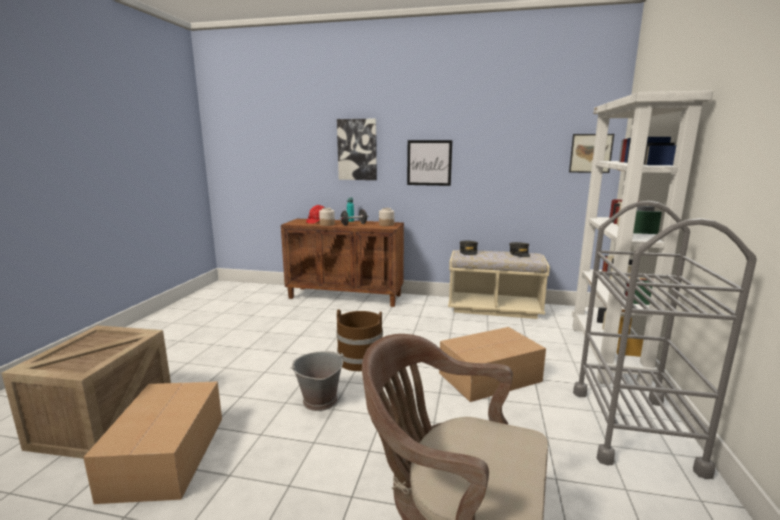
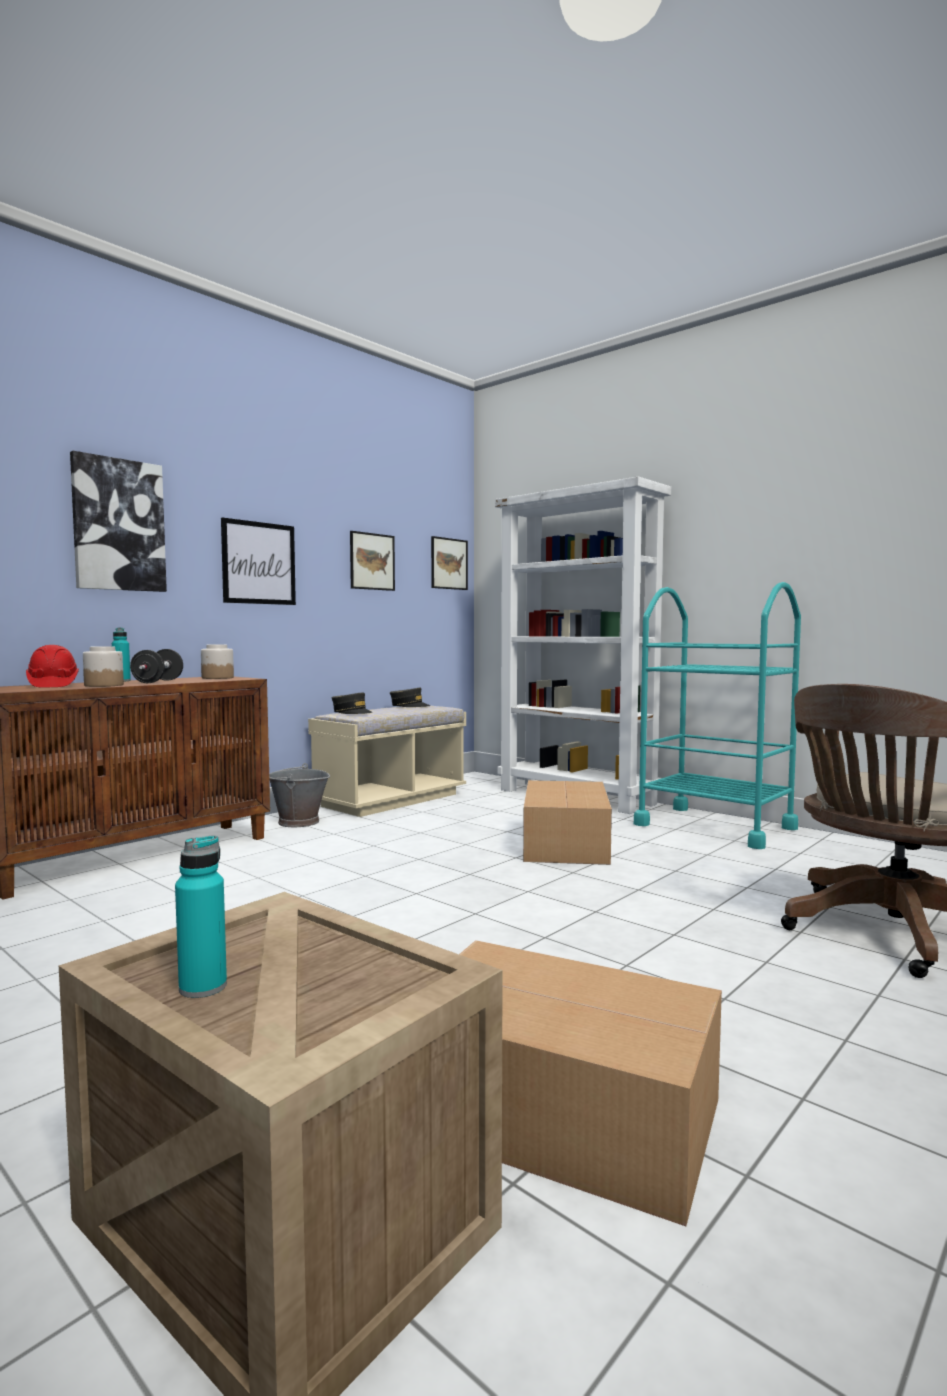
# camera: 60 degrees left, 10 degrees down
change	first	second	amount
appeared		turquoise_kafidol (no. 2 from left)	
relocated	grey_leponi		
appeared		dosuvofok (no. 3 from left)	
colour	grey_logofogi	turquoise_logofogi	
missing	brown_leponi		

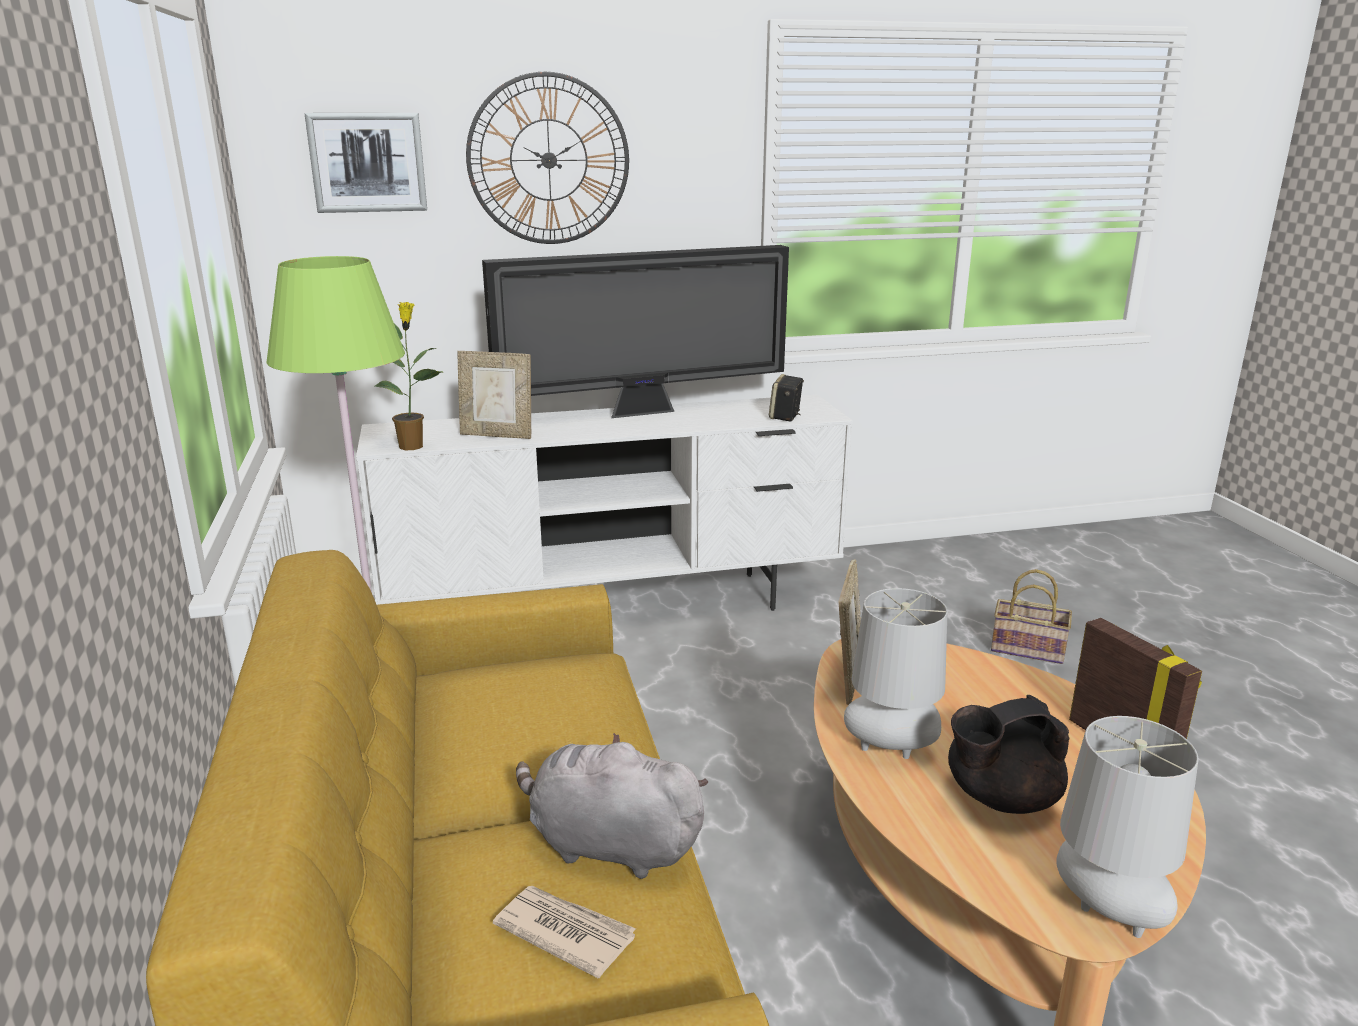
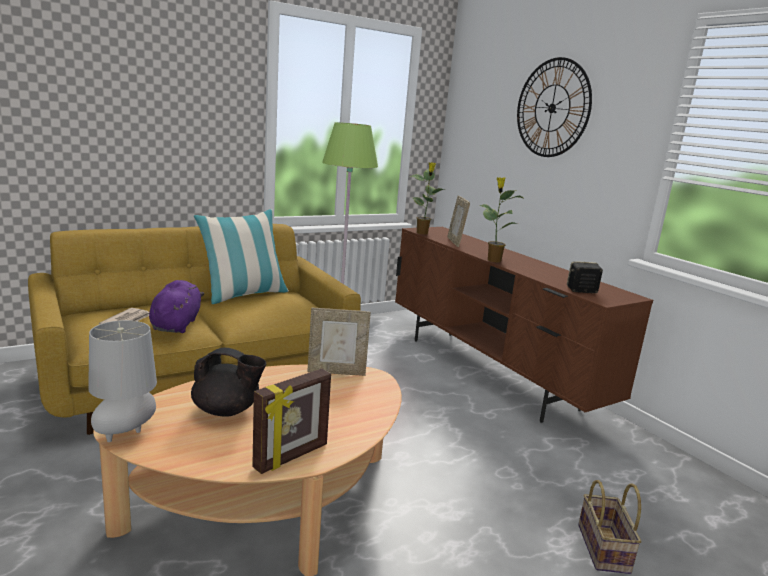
# camera: 70 degrees right, 5 degrees down
change	first	second	amount
colour	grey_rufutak	purple_rufutak	
spun	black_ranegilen		135 degrees clockwise
appeared		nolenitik	
colour	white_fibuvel	brown_fibuvel	
appeared		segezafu (no. 2 from left)	
missing	dosuvofok		
missing	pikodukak		
missing	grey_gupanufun (no. 1 from left)		

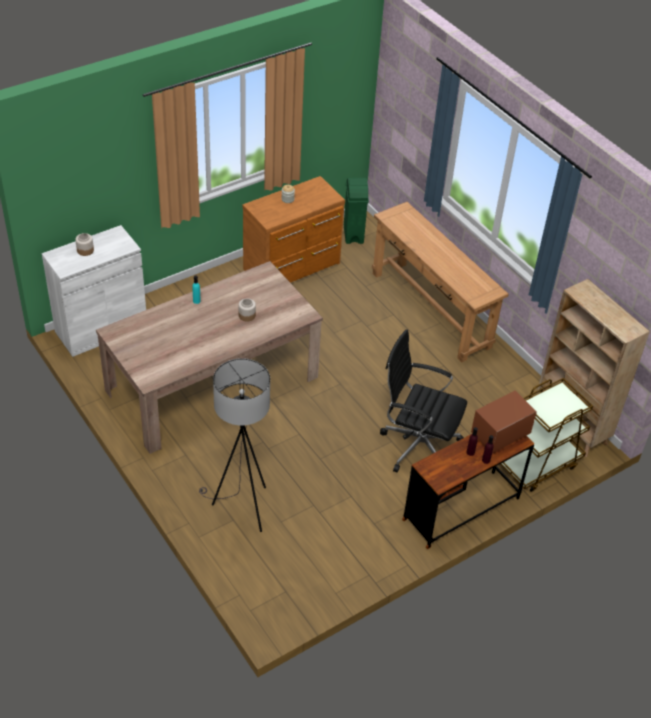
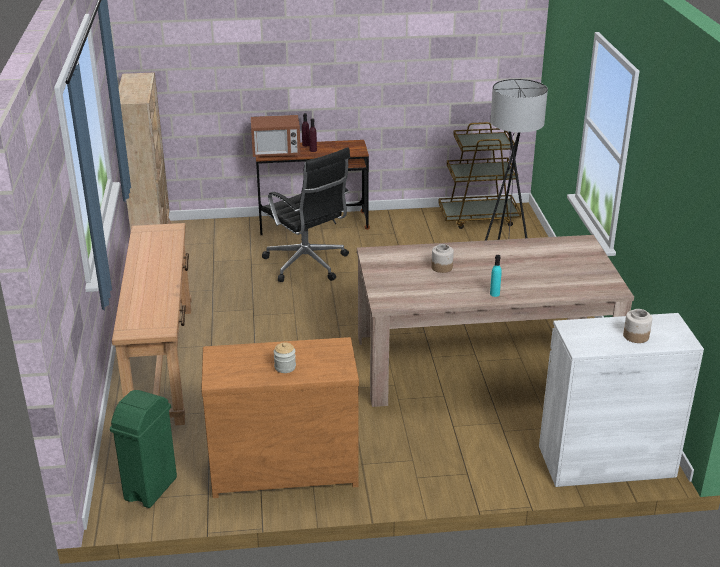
# camera: 150 degrees left, 15 degrees down
change	first	second	amount
relocated	brown_logofogi		

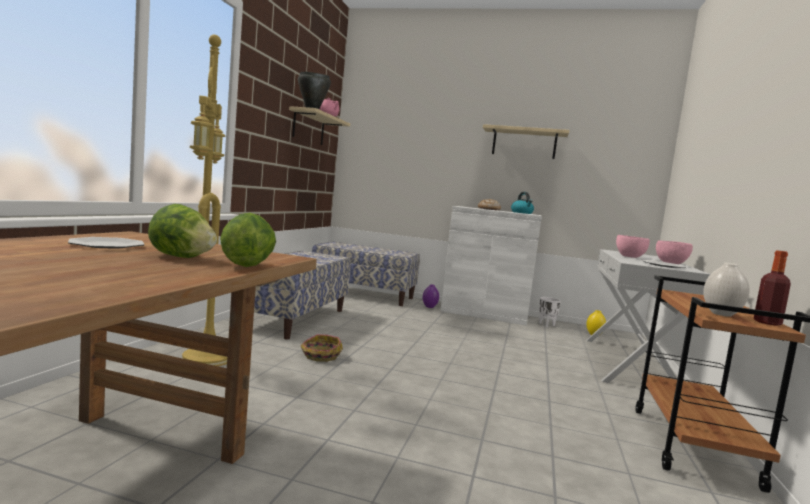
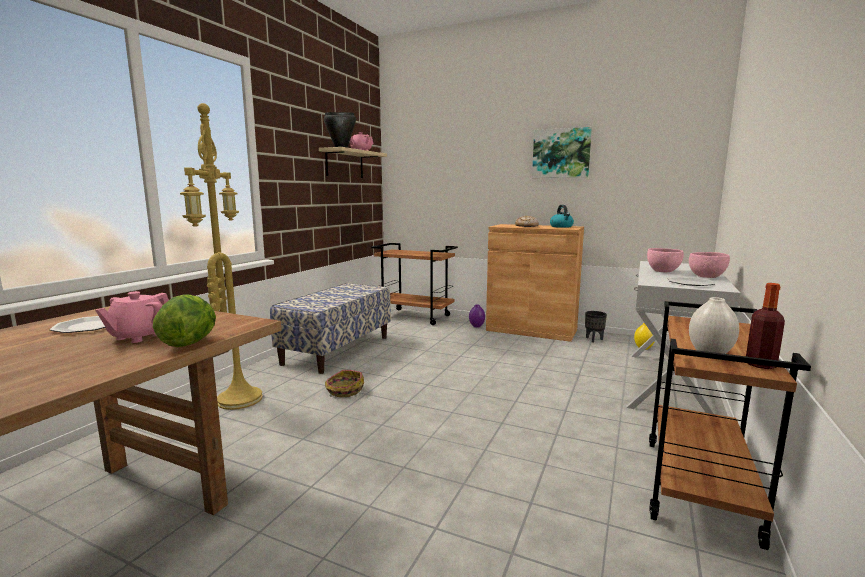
# camera: 10 degrees right, 5 degrees up
change	first	second	amount
exchanged	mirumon (no. 1 from left)	pink_ranegilen (no. 1 from left)	
exchanged	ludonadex (no. 2 from left)	brown_logofogi (no. 1 from left)	
colour	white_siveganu	brown_siveganu	
exchanged	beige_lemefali (no. 2 from left)	dosuvofok	
colour	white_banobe	black_banobe	

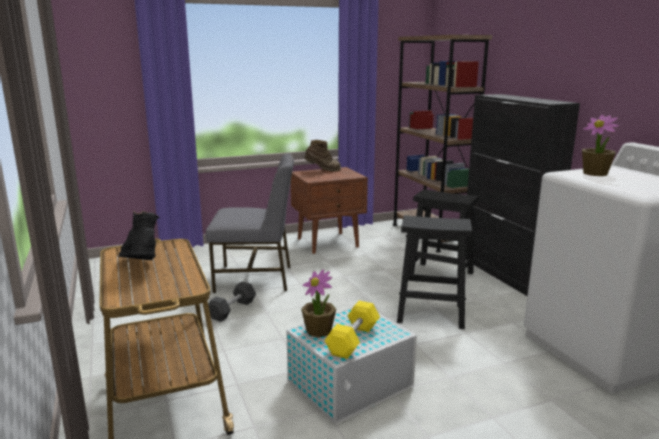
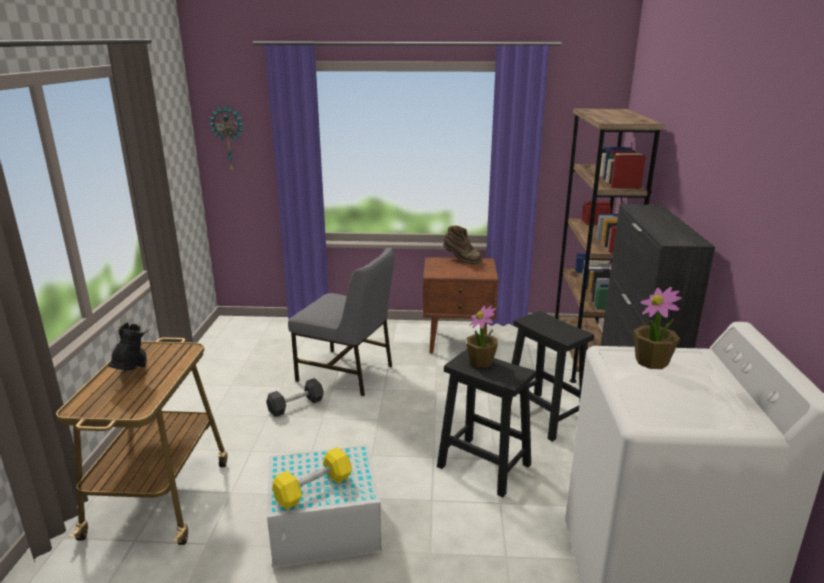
# camera: 25 degrees right, 5 degrees up
change	first	second	amount
appeared		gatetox	
relocated	segezafu (no. 1 from left)		

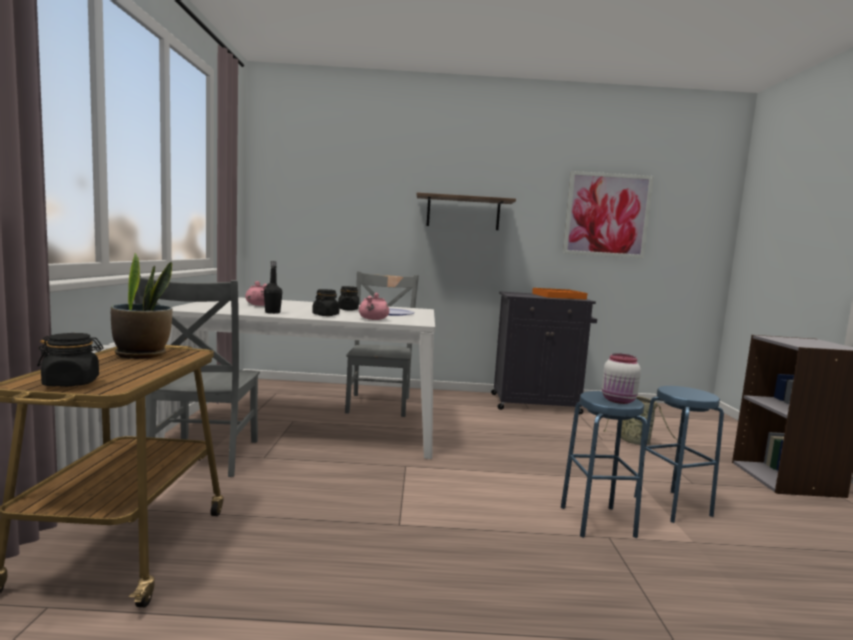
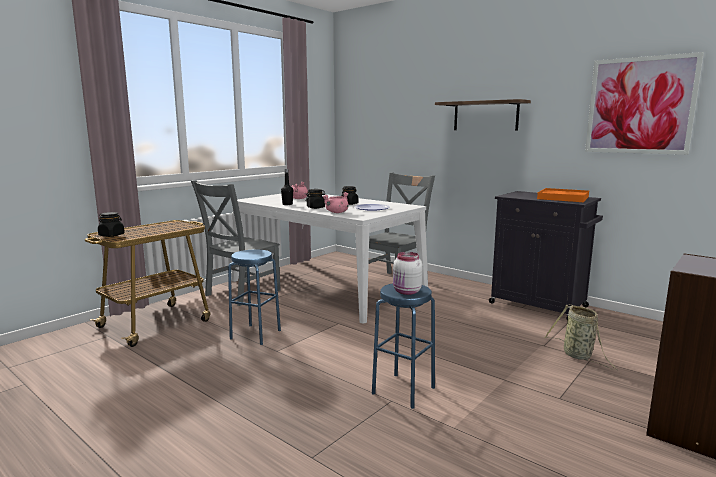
# camera: 40 degrees right, 5 degrees up
change	first	second	amount
relocated	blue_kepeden (no. 2 from left in the first image)	blue_kepeden (no. 1 from left)	
missing	segezafu		

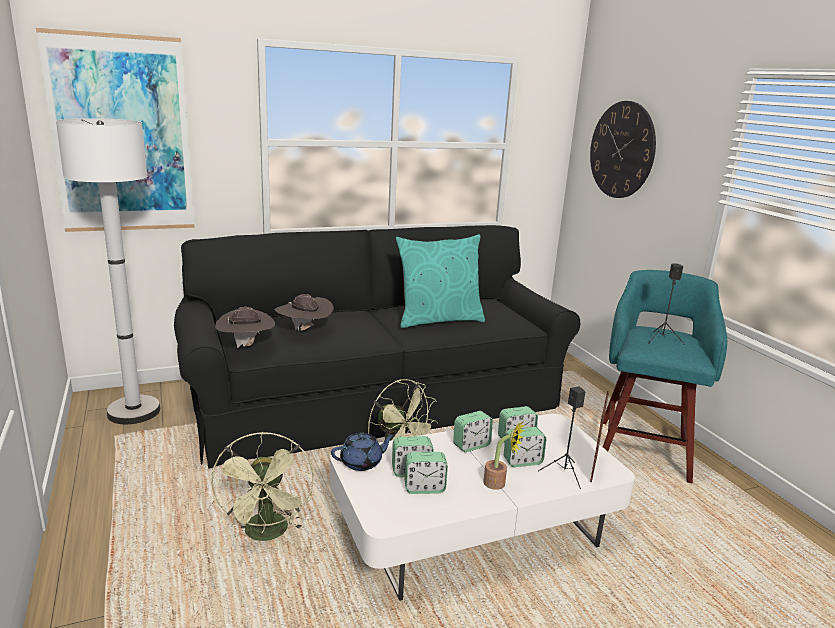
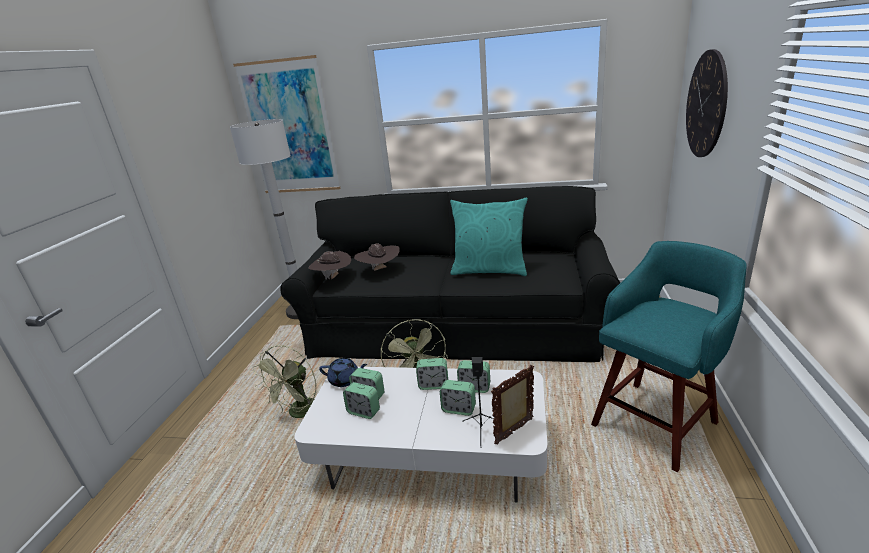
# camera: 35 degrees right, 5 degrees up
change	first	second	amount
missing	segezafu		
missing	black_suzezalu (no. 2 from left)		

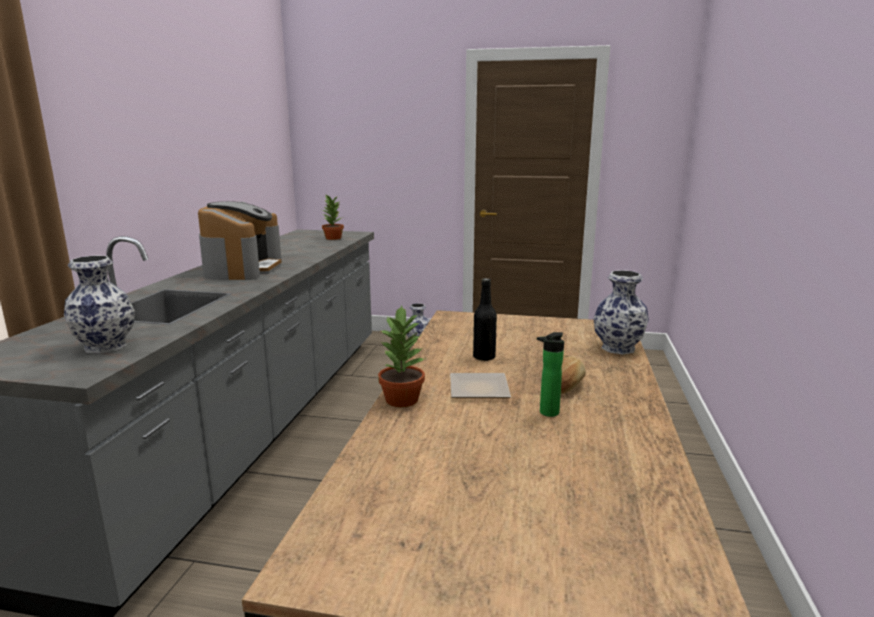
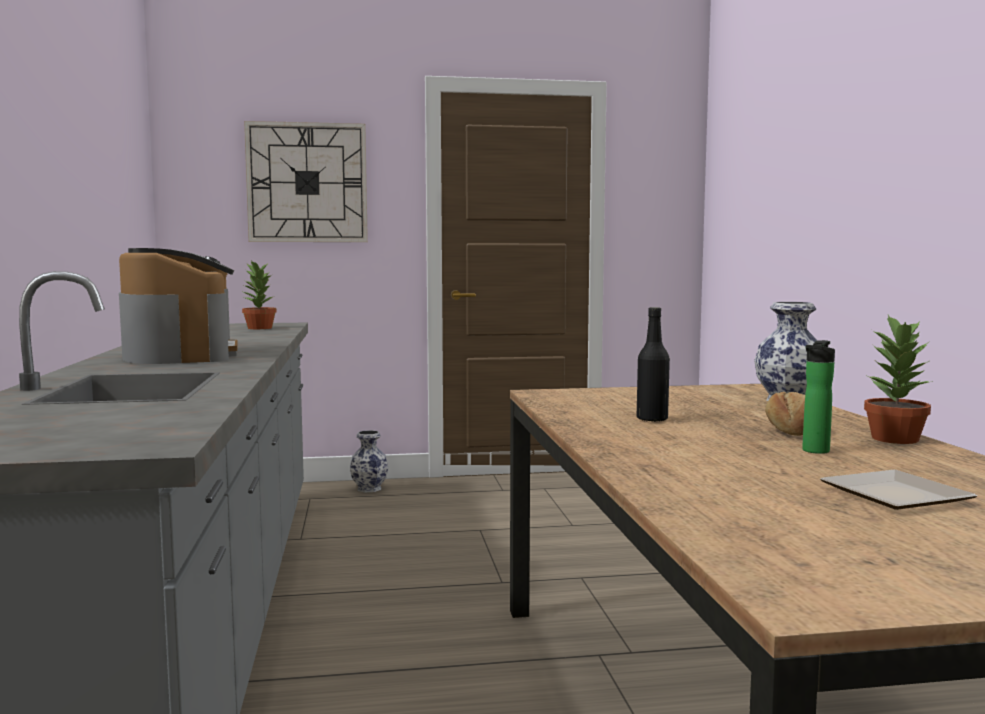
# camera: 20 degrees left, 10 degrees down
change	first	second	amount
appeared		gatetox	
relocated	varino		
relocated	segezafu (no. 2 from left)		
missing	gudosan (no. 1 from left)		

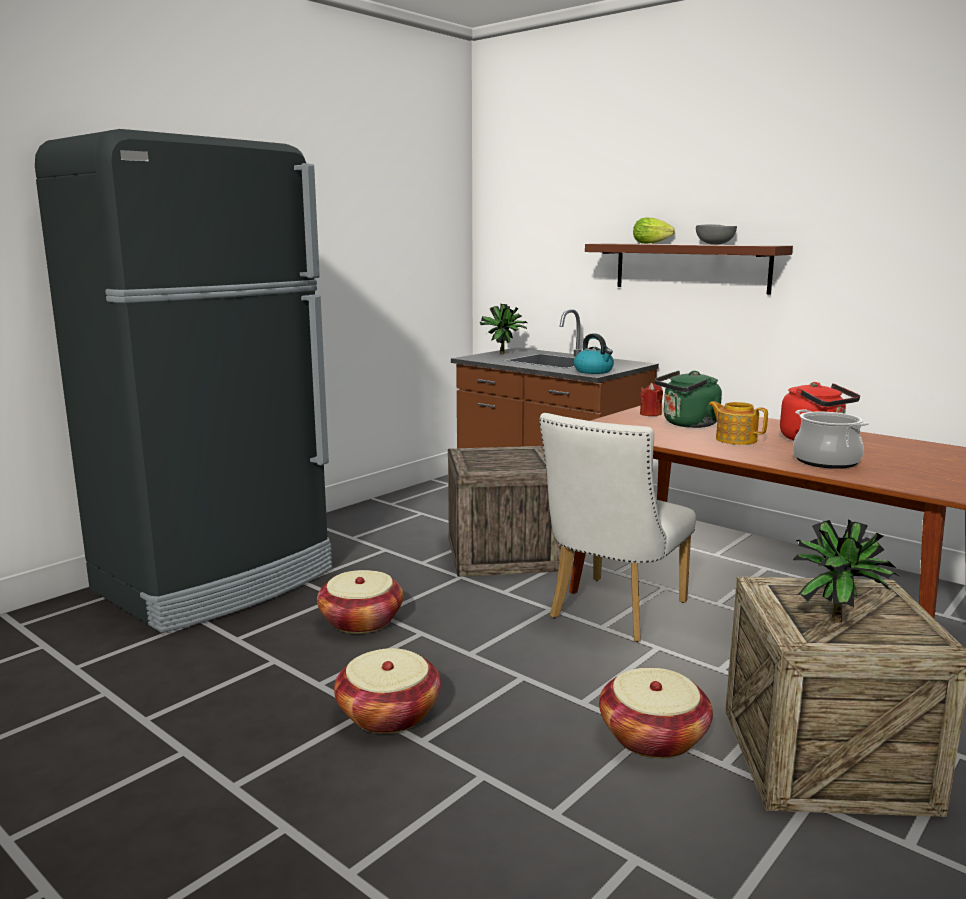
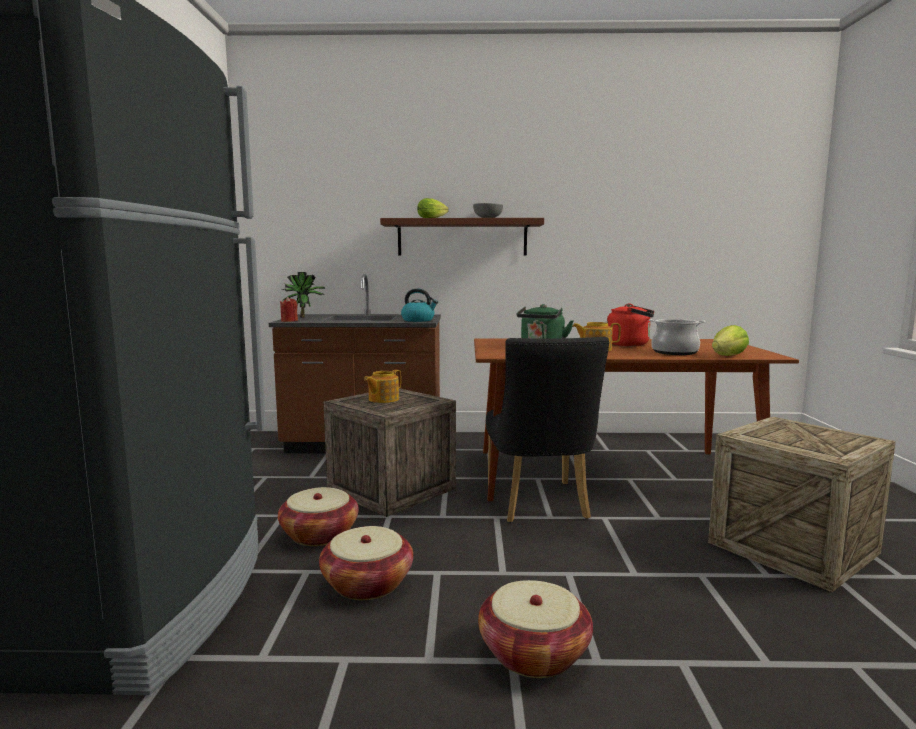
# camera: 40 degrees left, 5 degrees down
change	first	second	amount
relocated	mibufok (no. 3 from left in the first image)	mibufok (no. 1 from left)	
relocated	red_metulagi		
appeared		ranegilen (no. 1 from left)	
colour	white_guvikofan	black_guvikofan	
appeared		mirumon (no. 2 from left)	
missing	segezafu (no. 2 from left)		

